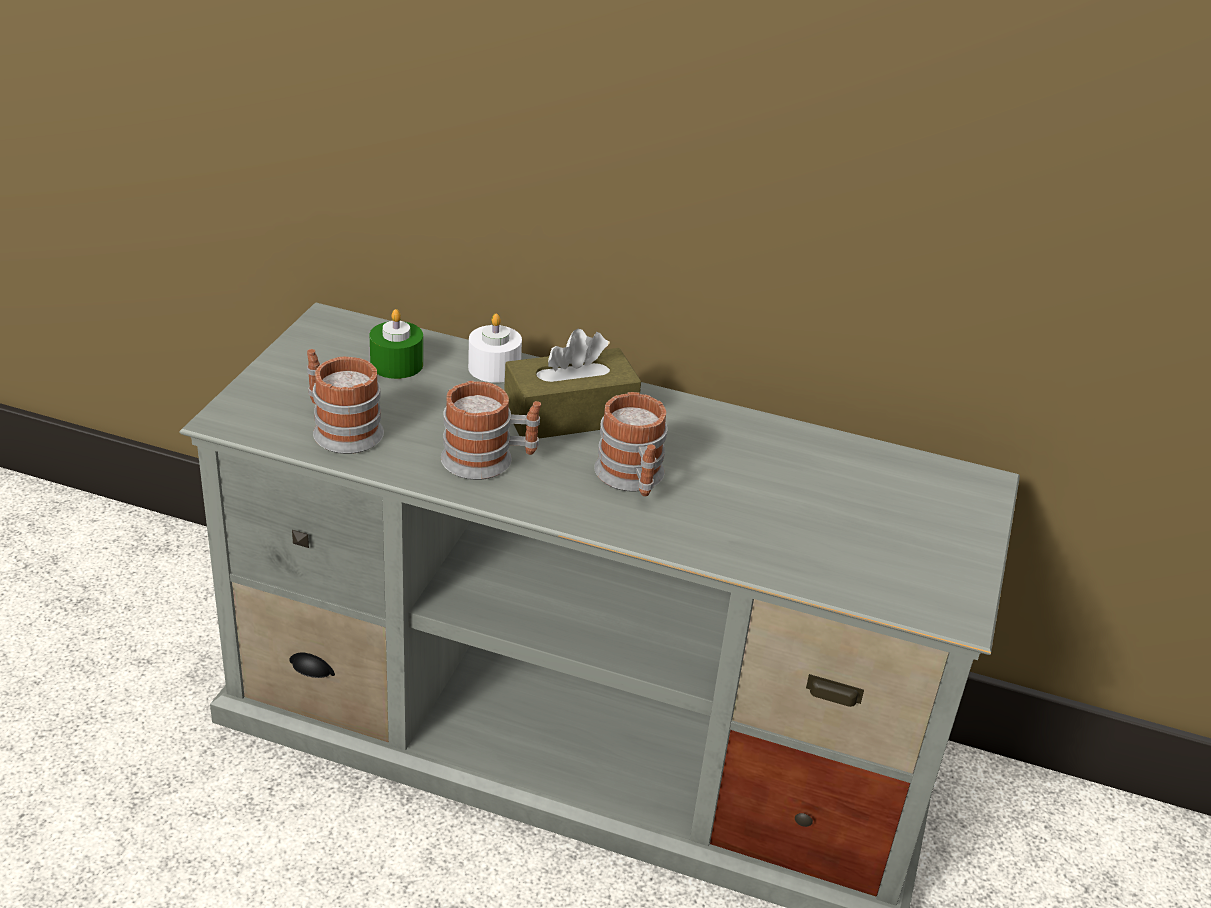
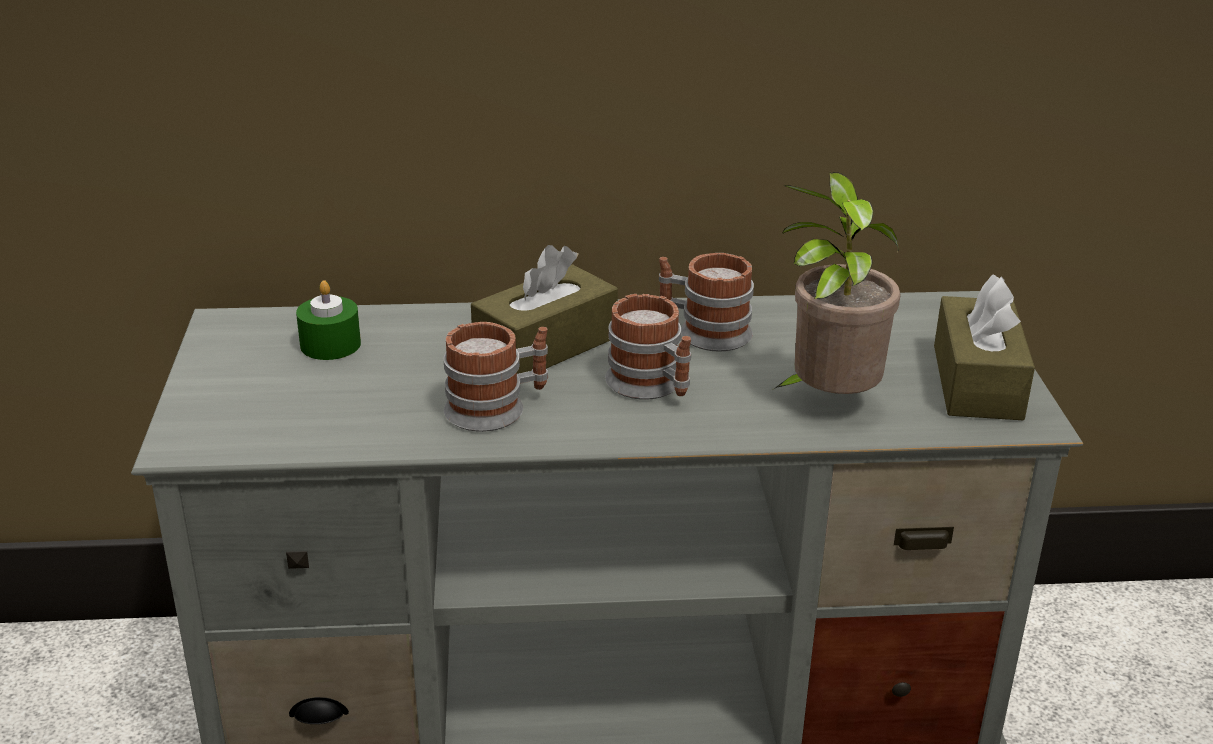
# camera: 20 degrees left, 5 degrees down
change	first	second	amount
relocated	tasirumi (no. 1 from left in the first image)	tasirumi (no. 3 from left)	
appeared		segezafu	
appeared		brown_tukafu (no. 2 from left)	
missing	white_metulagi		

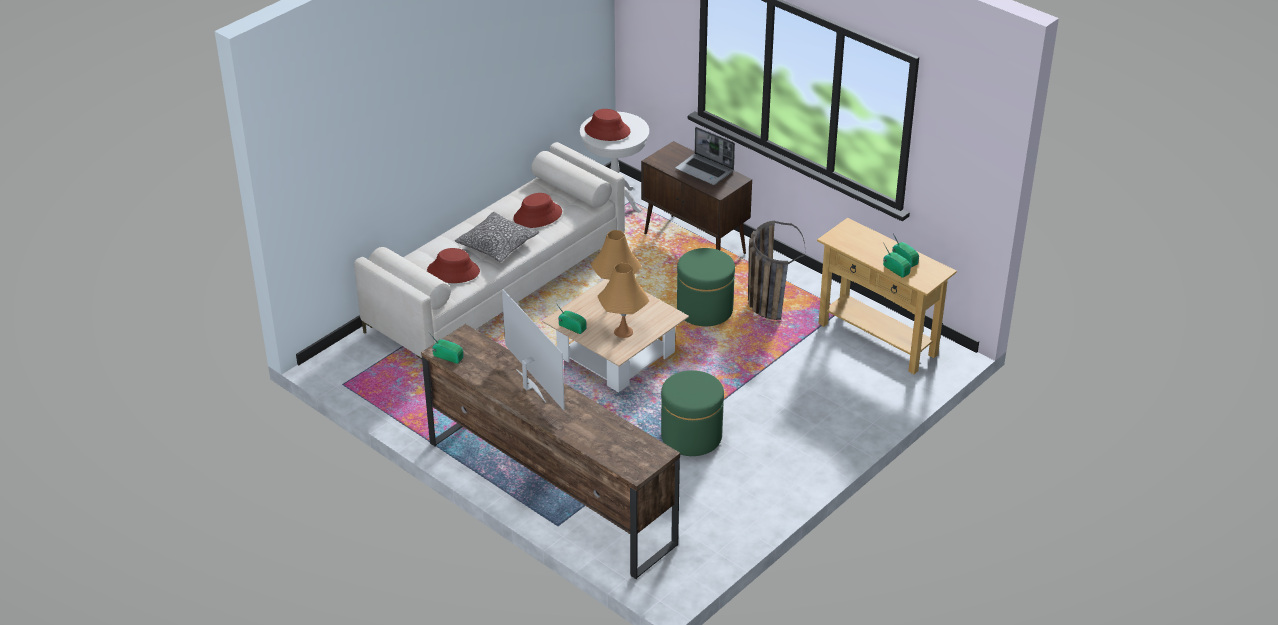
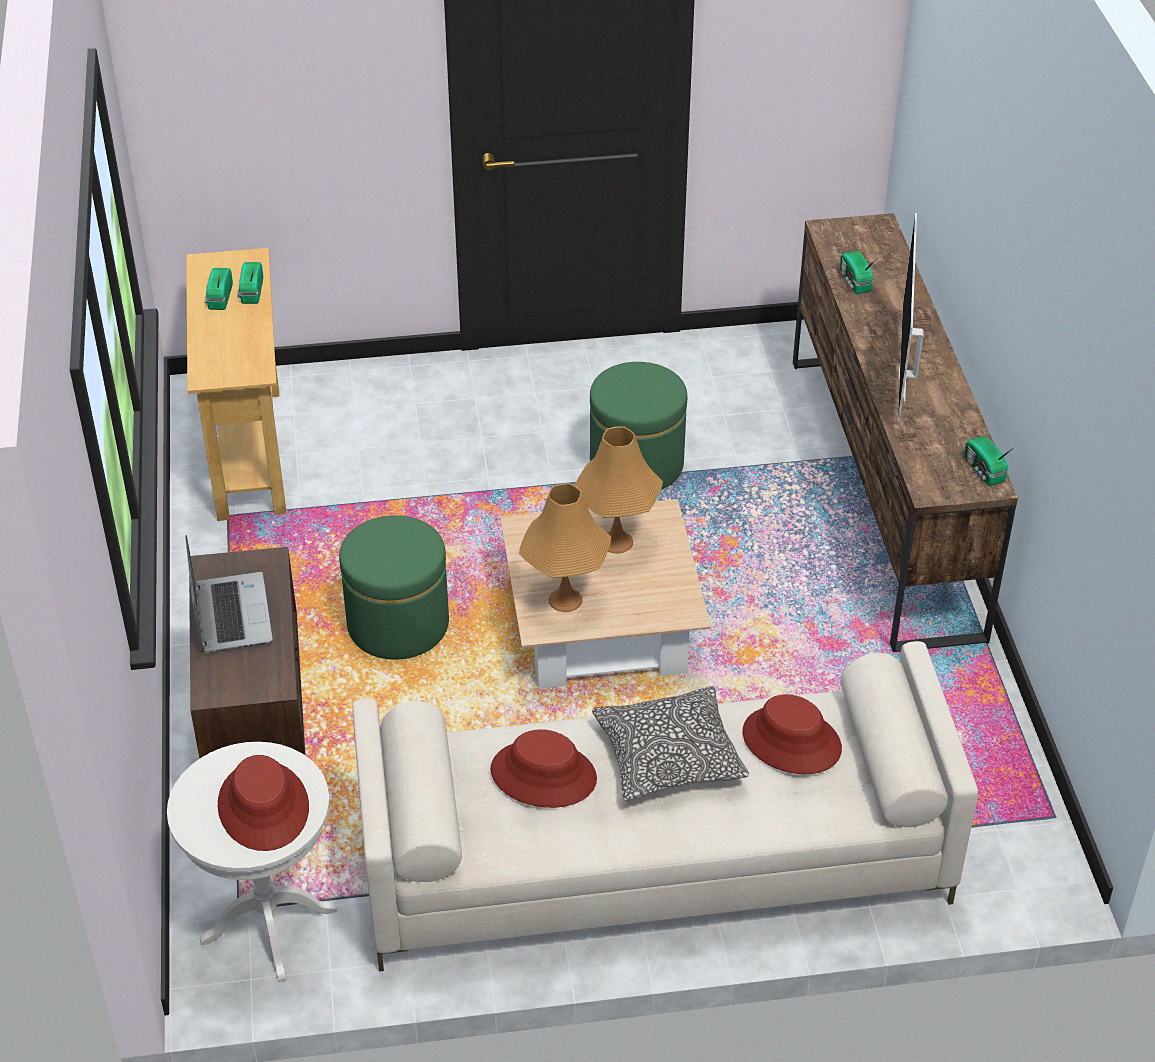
# camera: 140 degrees left, 5 degrees up
change	first	second	amount
relocated	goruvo (no. 2 from left in the first image)	goruvo (no. 3 from left)	
missing	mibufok		

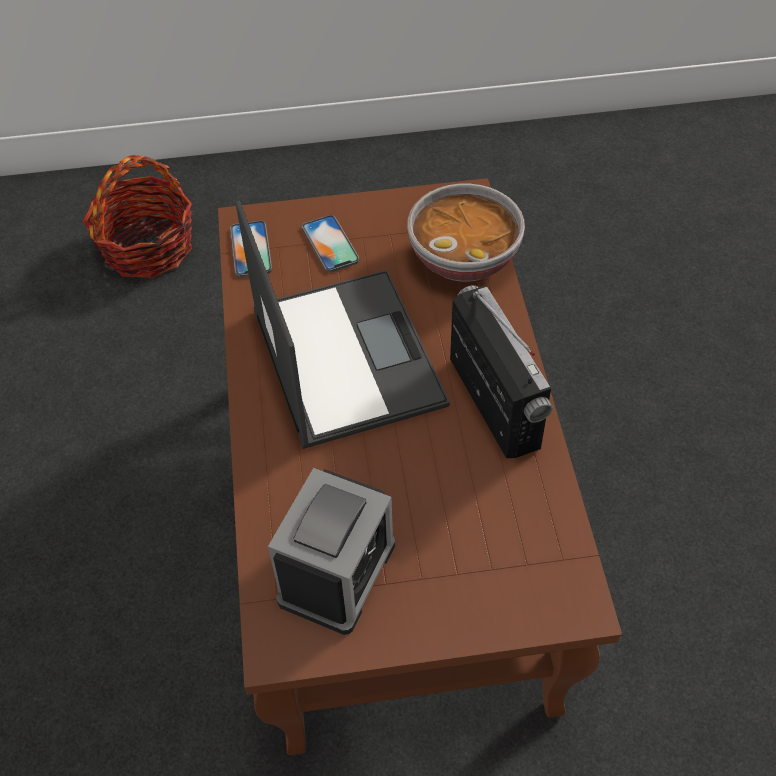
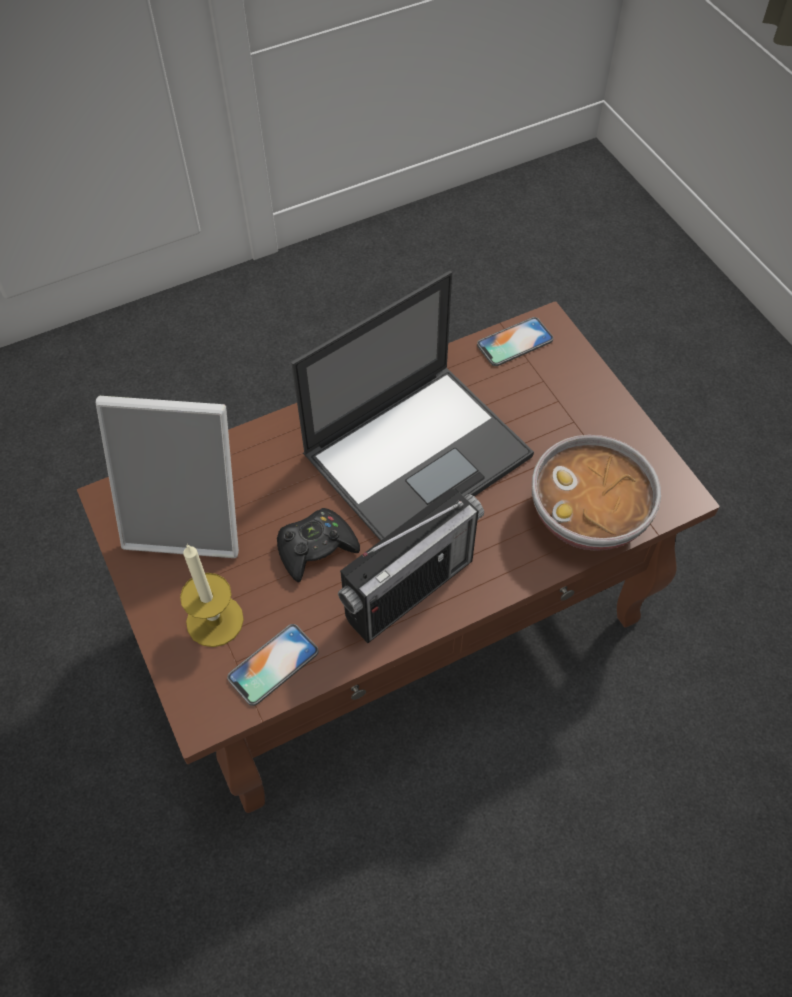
# camera: 70 degrees right, 5 degrees up
change	first	second	amount
exchanged	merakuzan	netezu	
appeared		metulagi	
relocated	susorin (no. 2 from left in the first image)	susorin (no. 1 from left)	
appeared		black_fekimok	
missing	mibufok		

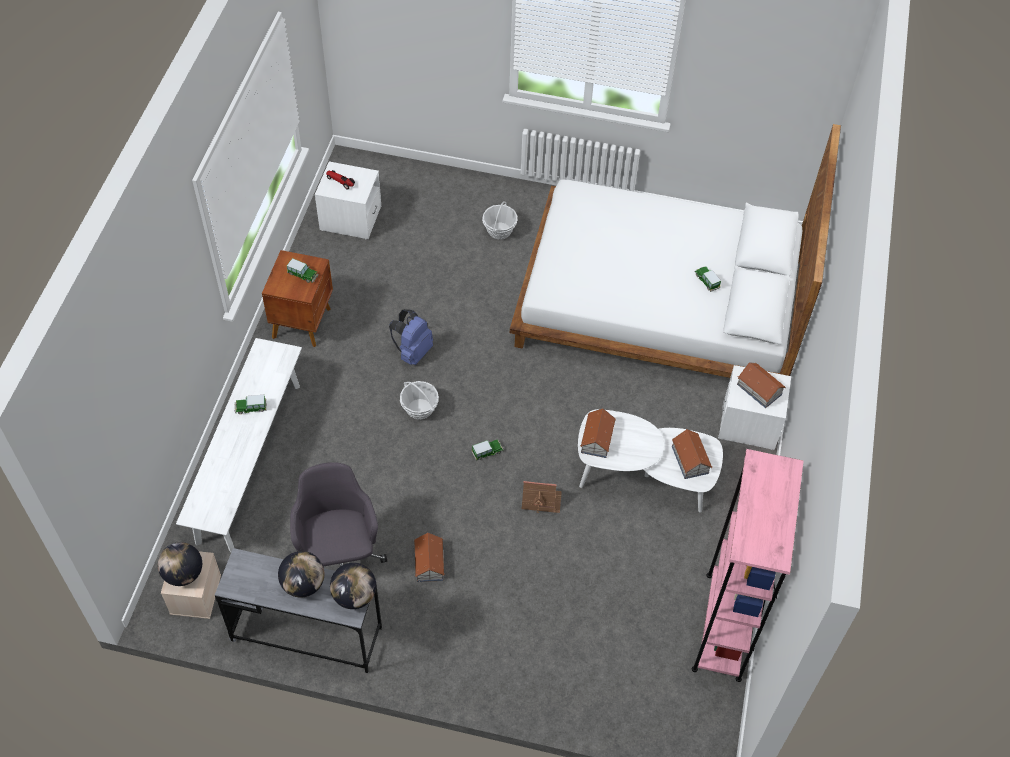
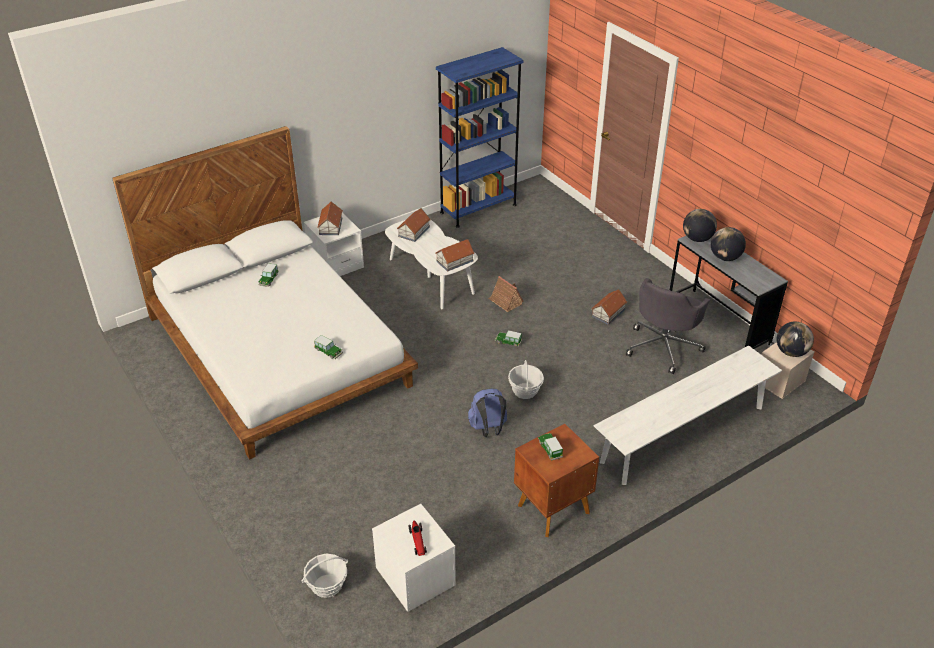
# camera: 135 degrees left, 15 degrees down
change	first	second	amount
relocated	mibufok (no. 2 from left in the first image)	mibufok (no. 1 from left)	
relocated	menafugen (no. 1 from left in the first image)	menafugen (no. 2 from left)	
colour	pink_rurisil	blue_rurisil	

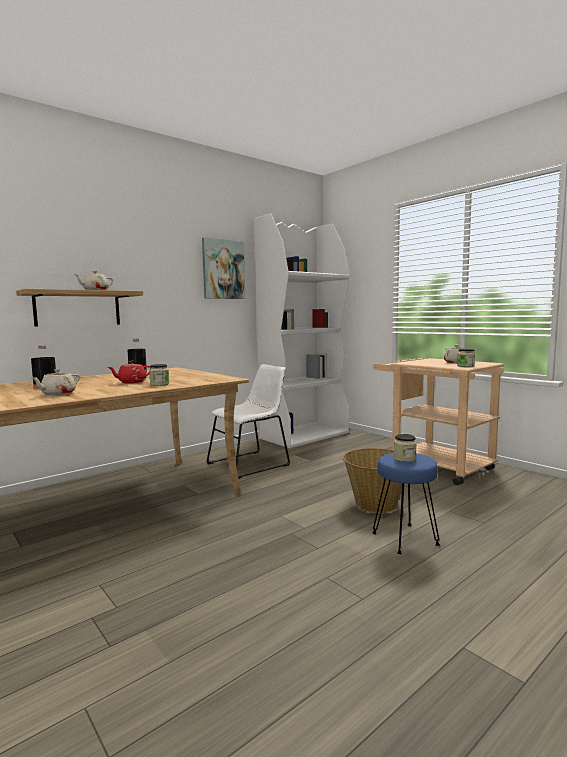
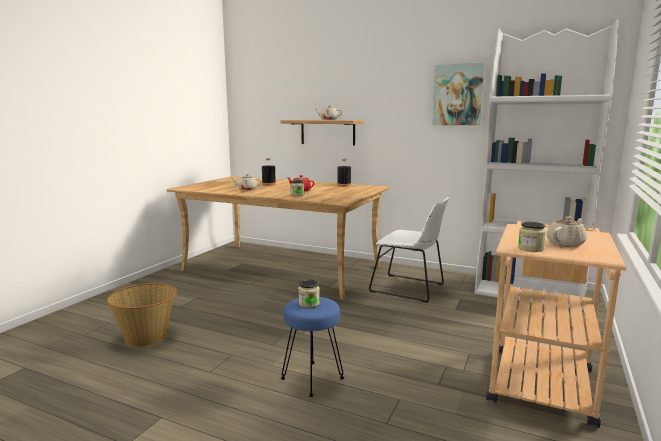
# camera: 65 degrees right, 5 degrees up
change	first	second	amount
relocated	mibufok		

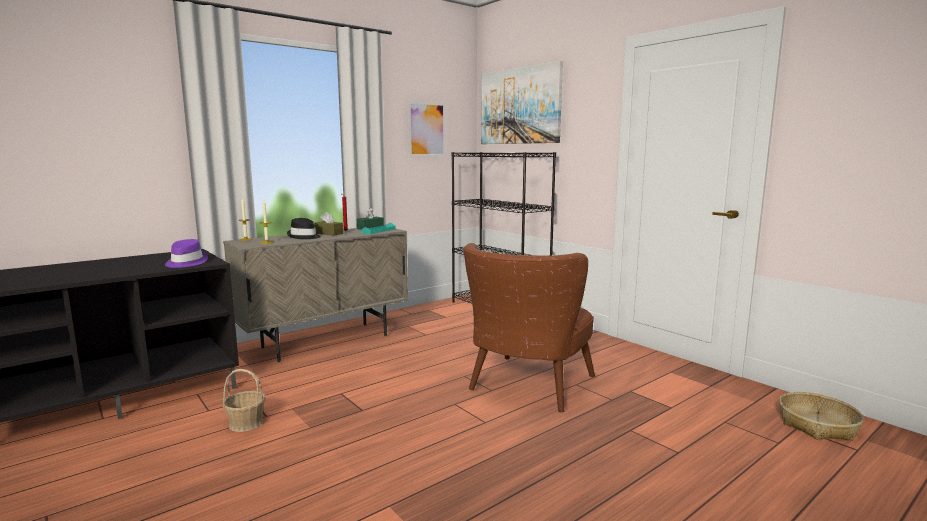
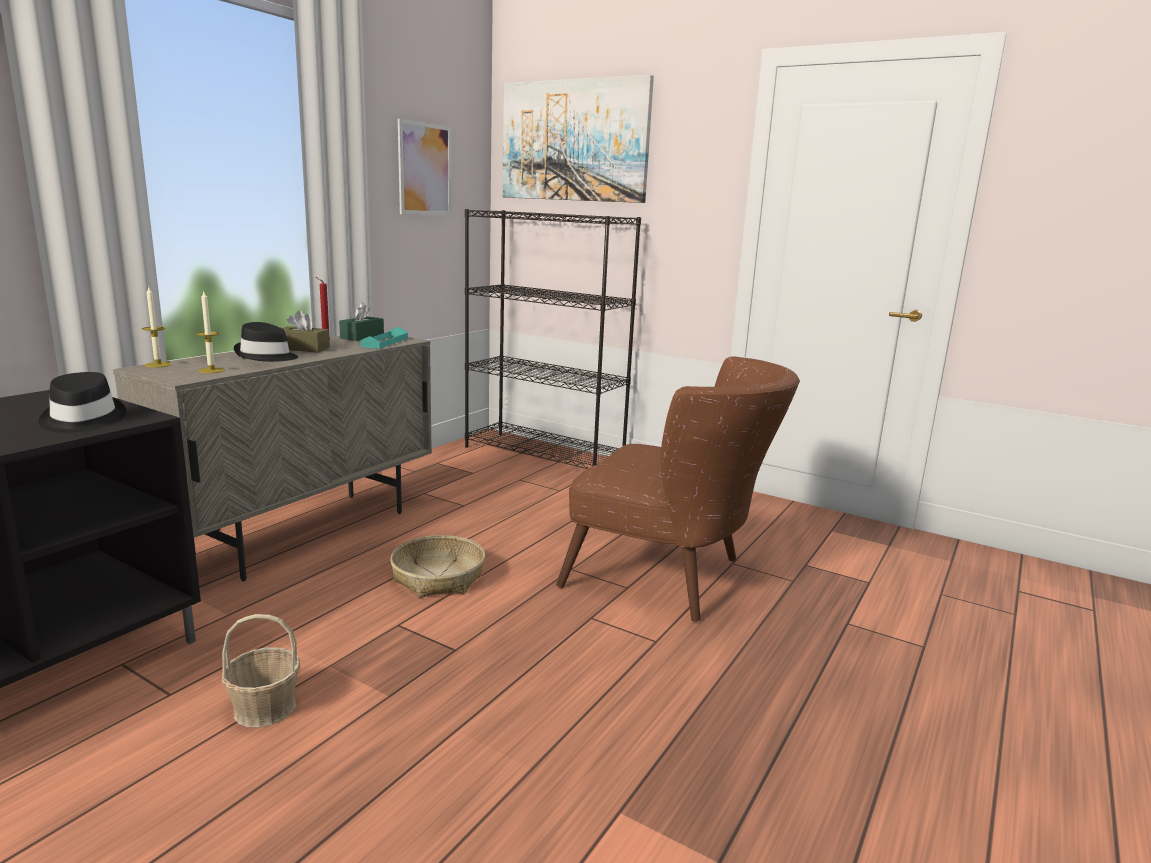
# camera: 20 degrees left, 5 degrees up
change	first	second	amount
colour	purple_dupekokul	black_dupekokul (no. 1 from left)	
relocated	mibufok (no. 2 from left)		
spun	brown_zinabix		75 degrees counterclockwise

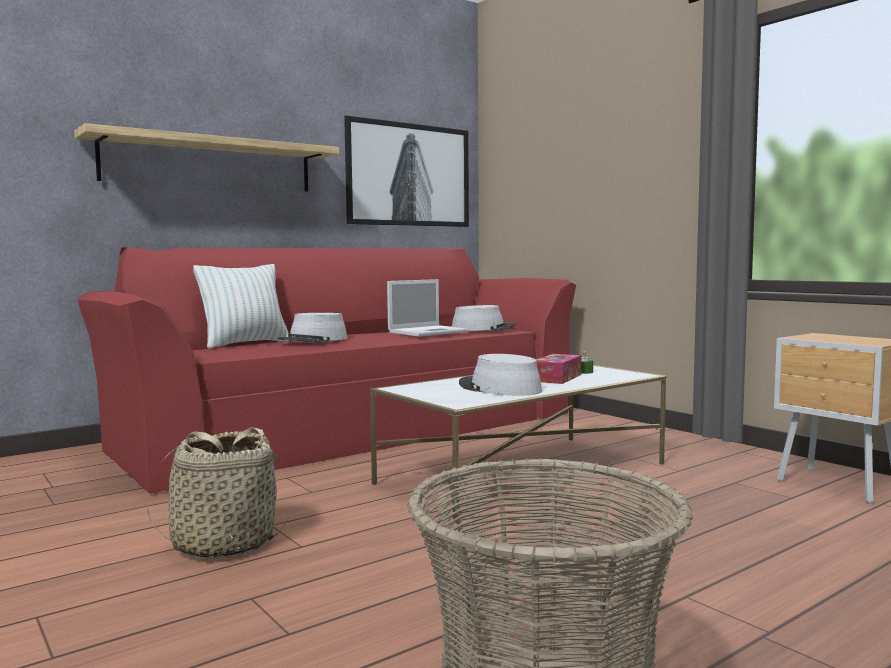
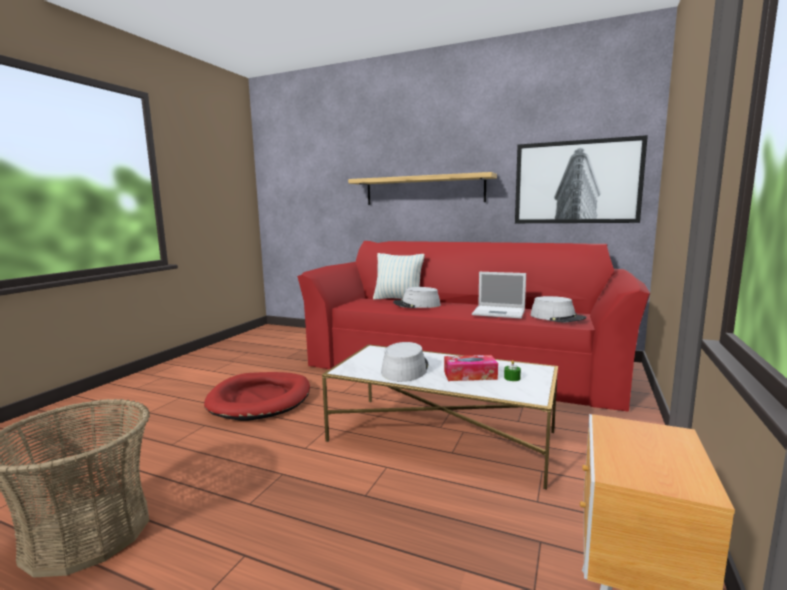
# camera: 60 degrees right, 5 degrees up
change	first	second	amount
exchanged	mibufok (no. 1 from left)	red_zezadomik	

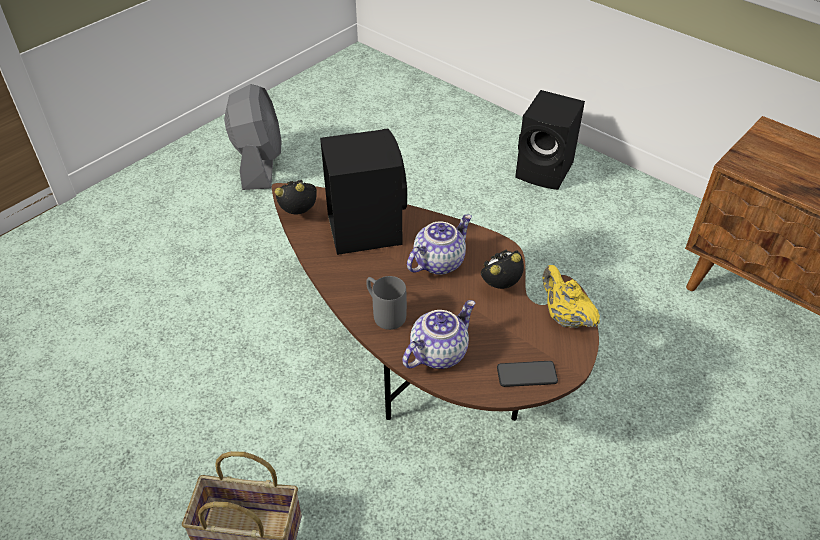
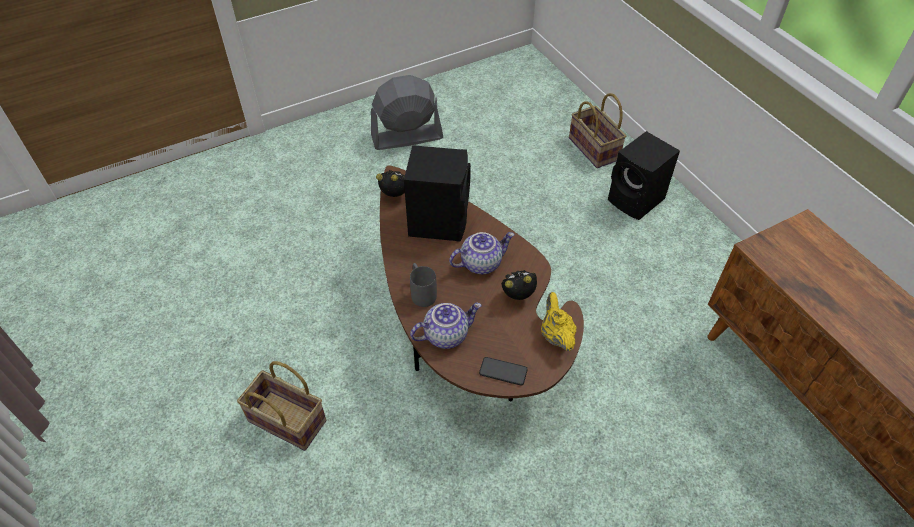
# camera: 20 degrees right, 5 degrees up
change	first	second	amount
spun	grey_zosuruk		120 degrees counterclockwise
appeared		mibufok (no. 2 from left)	

